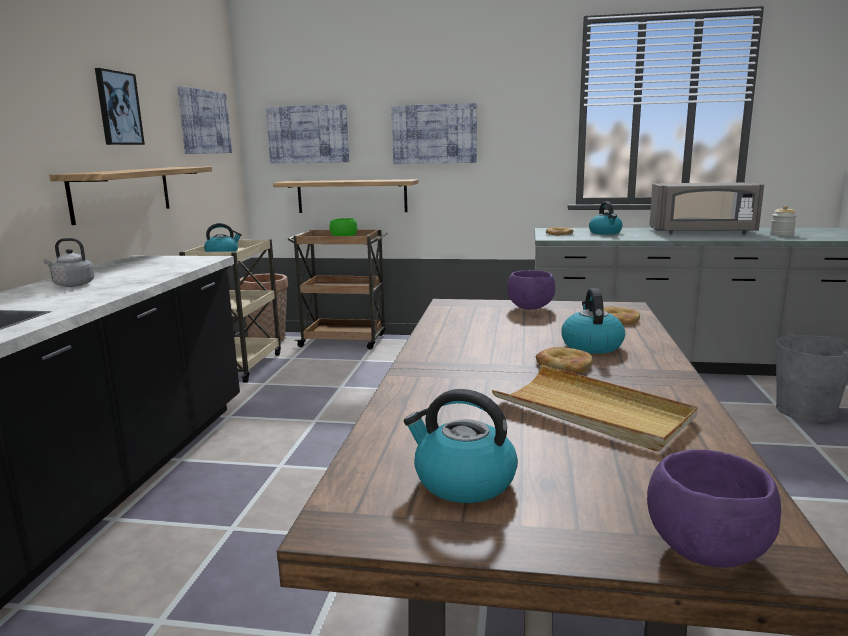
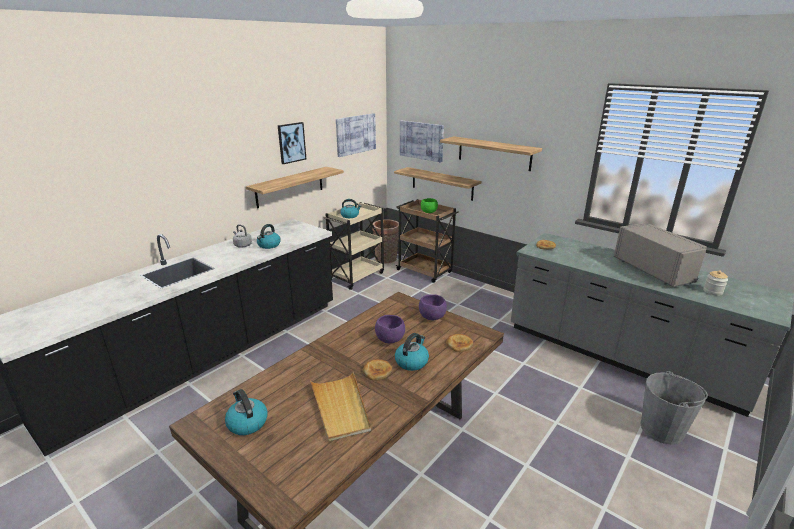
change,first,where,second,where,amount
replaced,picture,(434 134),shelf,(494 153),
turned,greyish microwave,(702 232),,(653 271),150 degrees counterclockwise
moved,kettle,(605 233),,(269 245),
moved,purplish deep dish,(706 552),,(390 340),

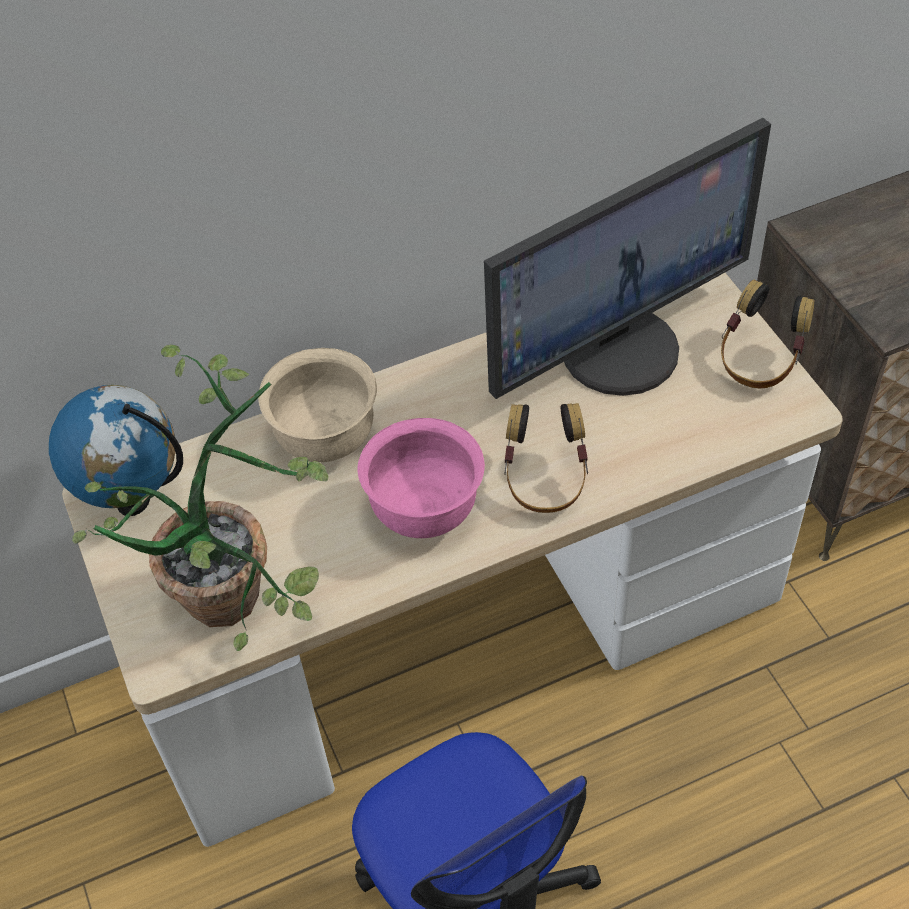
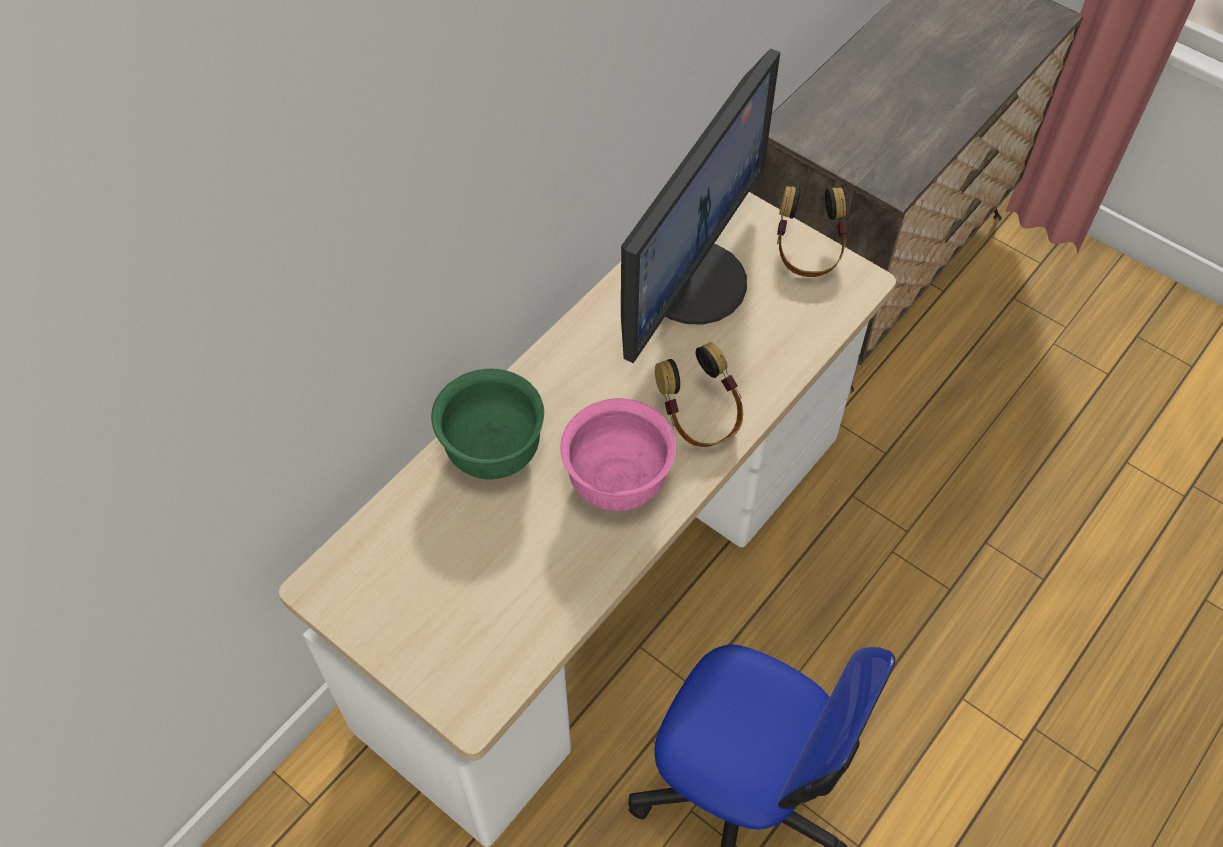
change,first,where,second,where,amount
removed,houseplant,(244 591),,,
recoloured,sand-coloured deep dish,(326 438),green deep dish,(493 451),
removed,desk globe,(133 499),,,

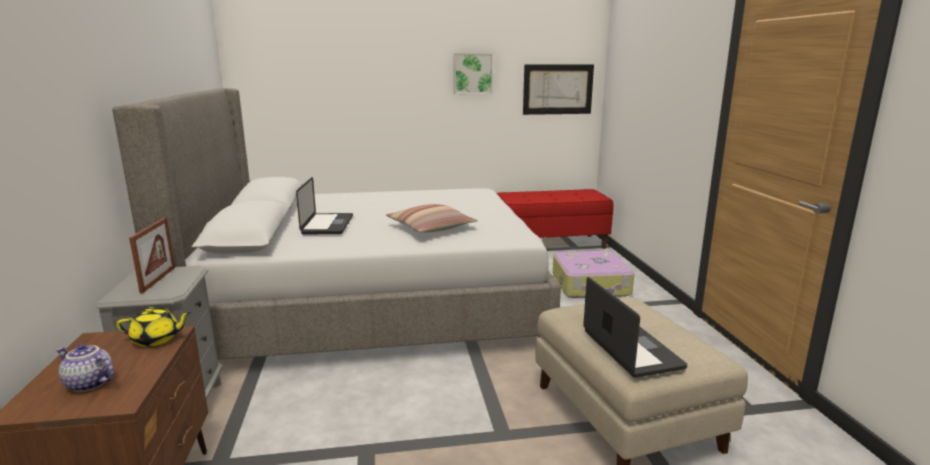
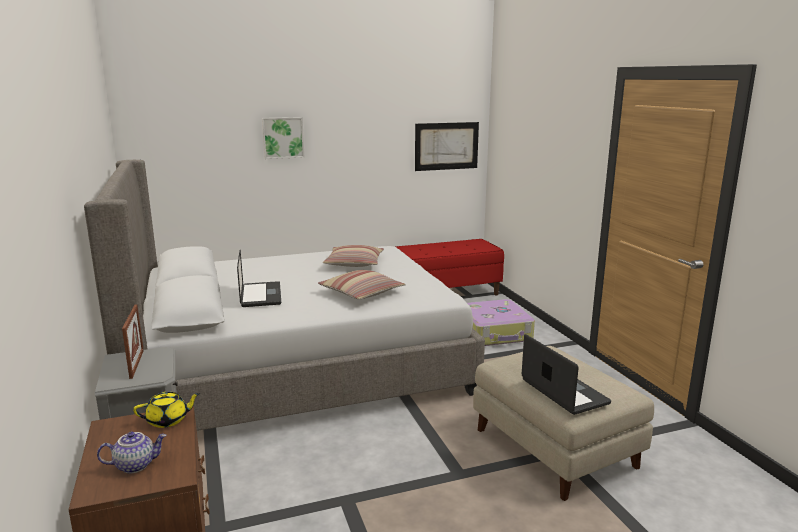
change,first,where,second,where,amount
moved,picture,(472 73),,(283 137),
turned,teapot,(88 384),,(135 465),150 degrees clockwise
added,,,cushion,(354 263),

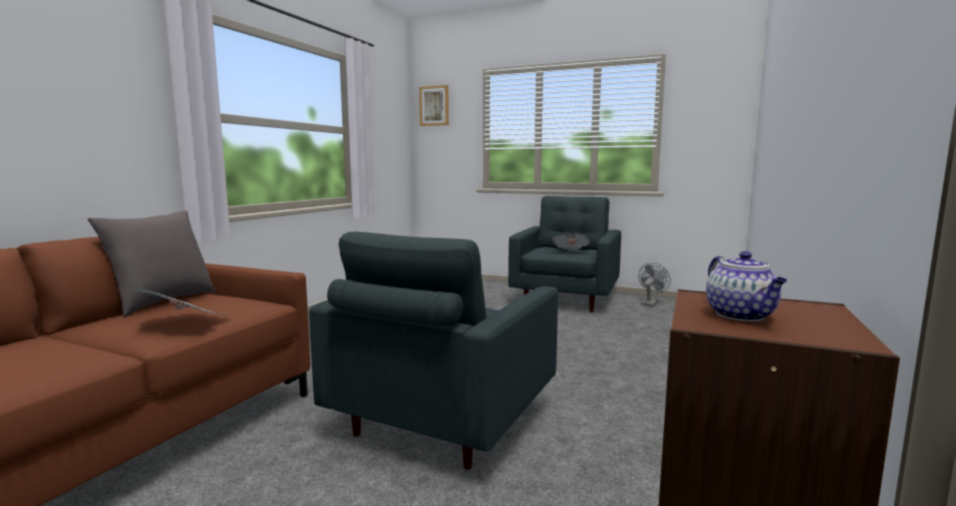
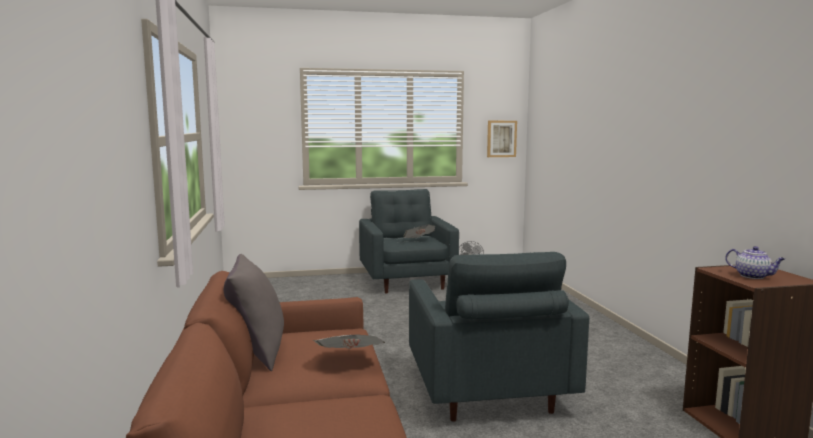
change,first,where,second,where,amount
moved,picture,(434 106),,(501 138),

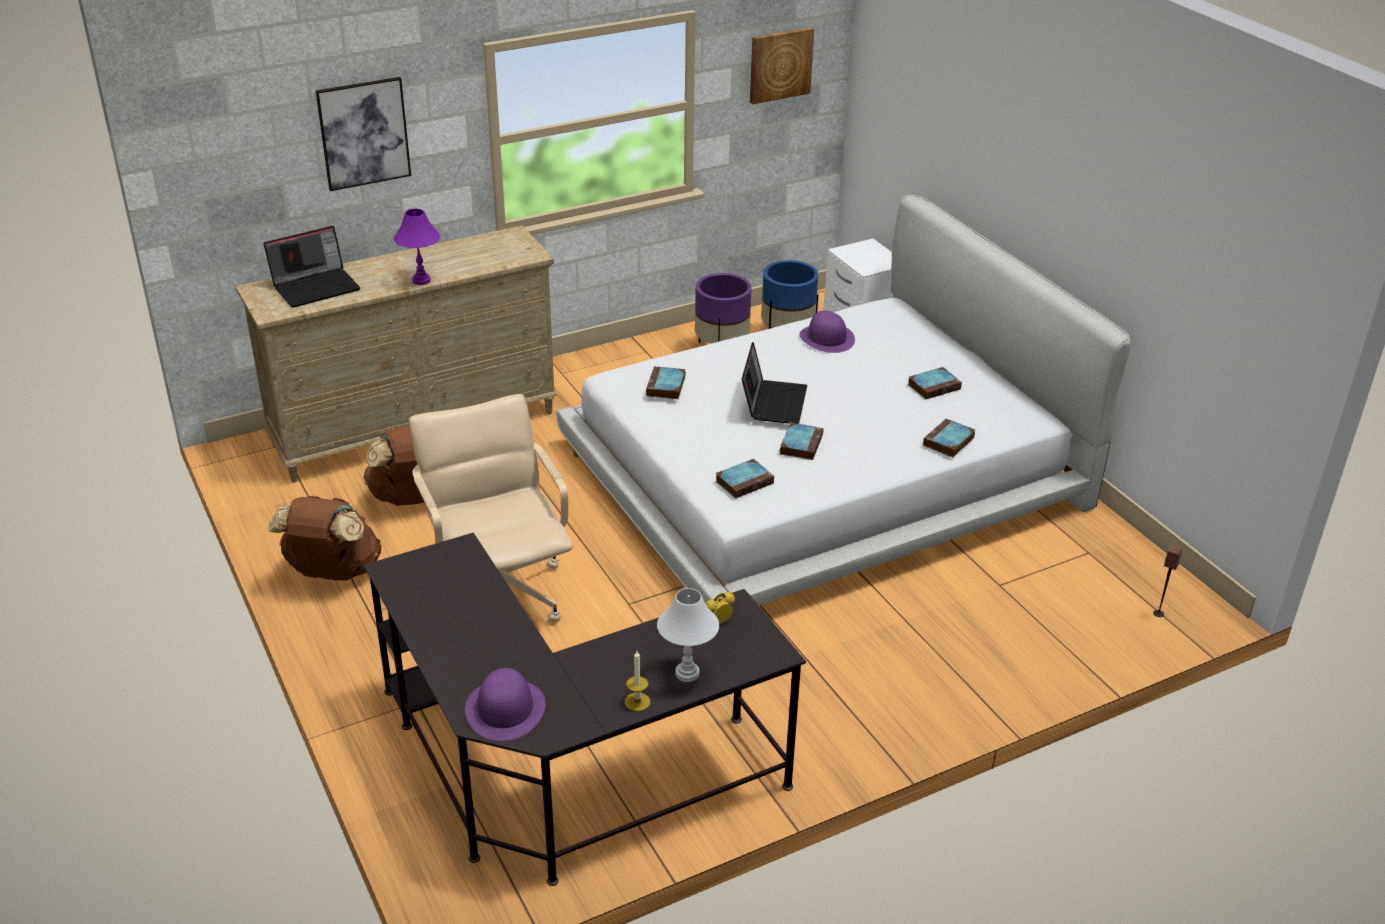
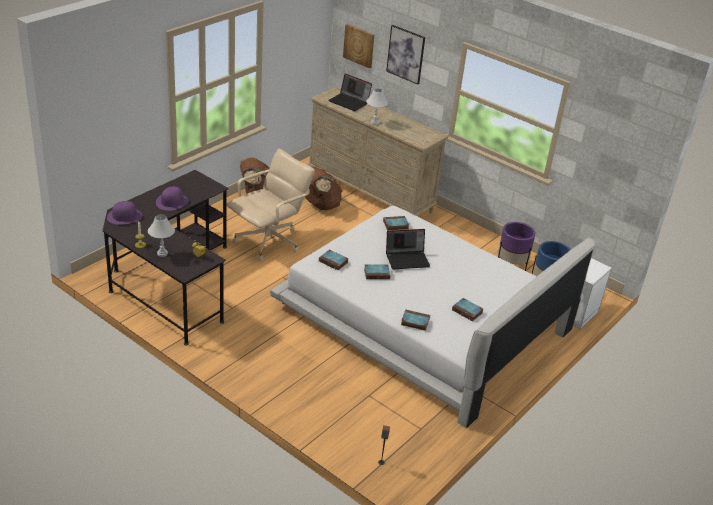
change,first,where,second,where,amount
moved,picture,(780 64),,(359 45),
recoloured,purplish lamp for a table,(421 281),white-coloured lamp for a table,(374 123),
moved,purplish clothing hat,(827 338),,(172 202),

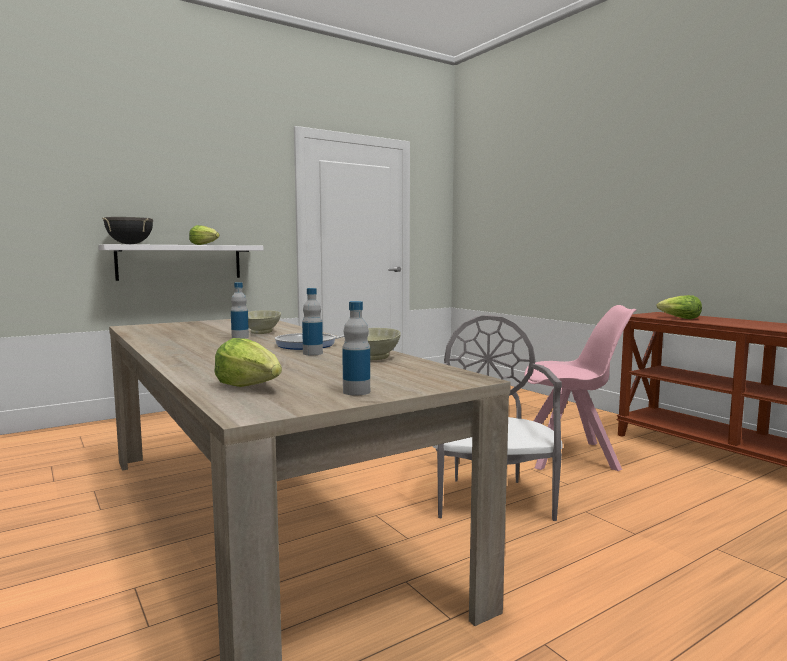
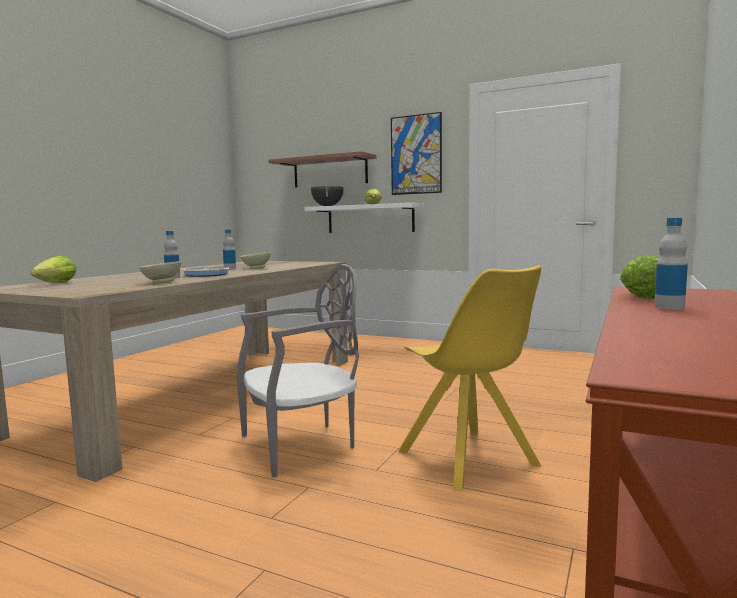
change,first,where,second,where,amount
moved,bottle,(356 392),,(669 307),
recoloured,pink-coloured plain chair,(571 456),yellow plain chair,(469 460),
added,,,picture,(416 154),
added,,,shelf,(330 172),

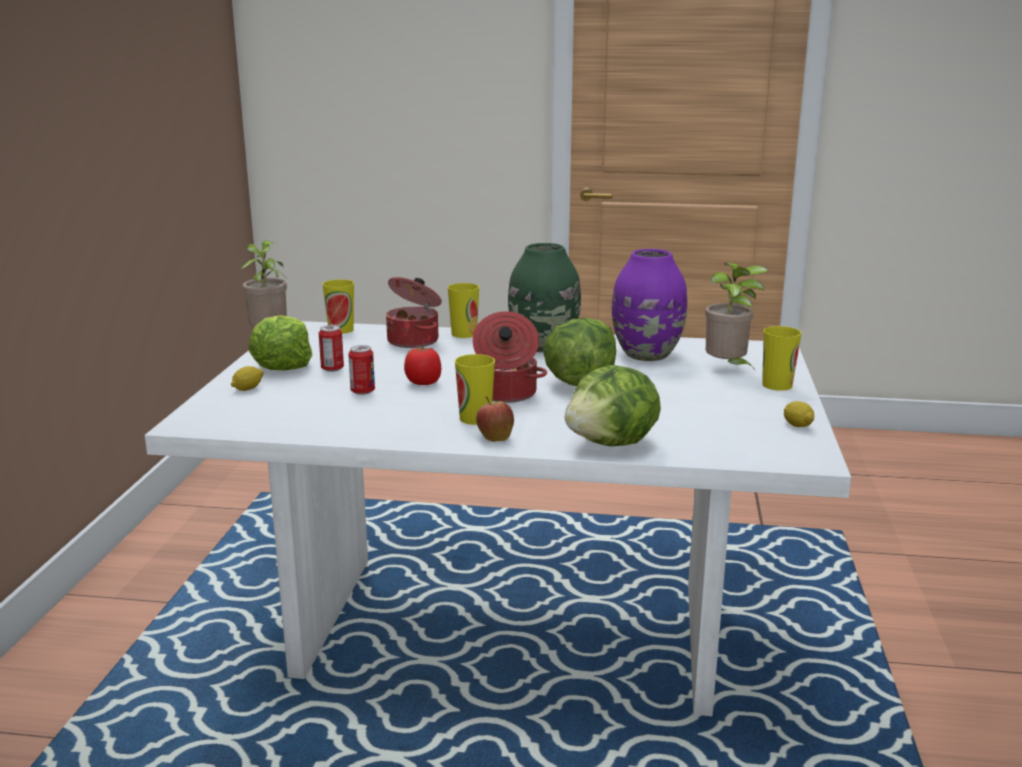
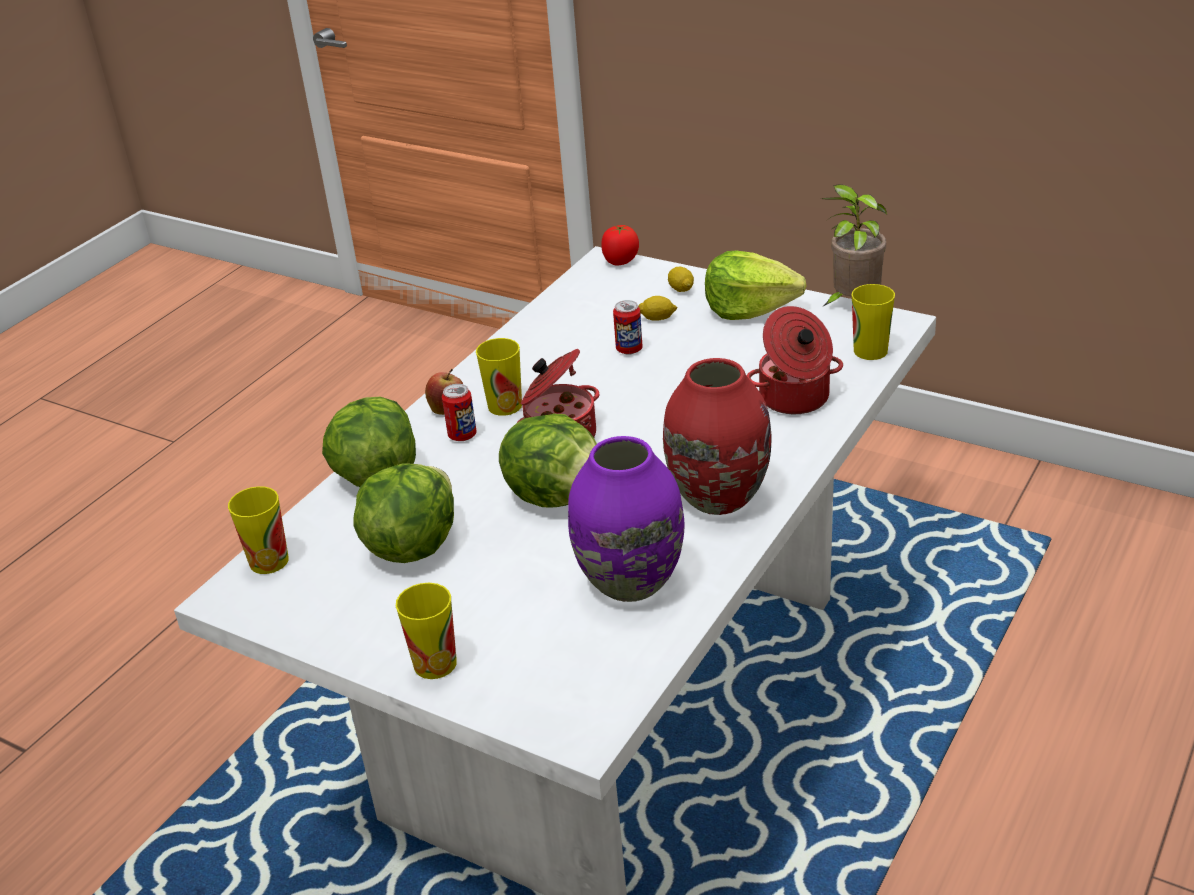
change,first,where,second,where,amount
recoloured,green flower vase,(543 346),reddish flower vase,(717 497),
removed,houseplant,(728 369),,,
moved,drinking cup,(464 334),,(269 561),
moved,metal can,(332 369),,(462 435),
moved,fresh tomato,(423 383),,(620 261),
moved,lemon,(797 425),,(657 318),
added,,,lettuce head,(411 545),

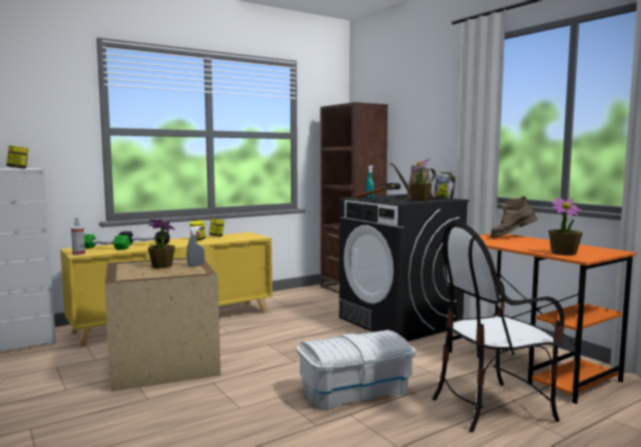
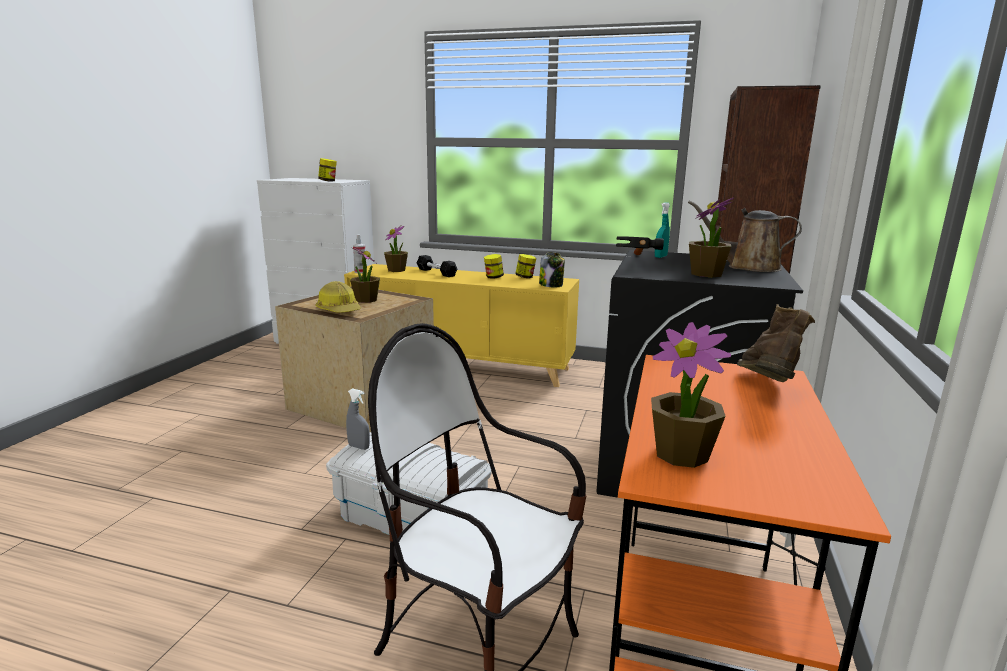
change,first,where,second,where,amount
moved,jar,(443 198),,(551 285),
turned,brown tall boot,(512 237),,(766 388),60 degrees clockwise
moved,greyish sprayer,(196 265),,(359 447),
replaced,green hand weight,(105 248),houseplant,(396 270),
added,,,hard hat,(339 310),

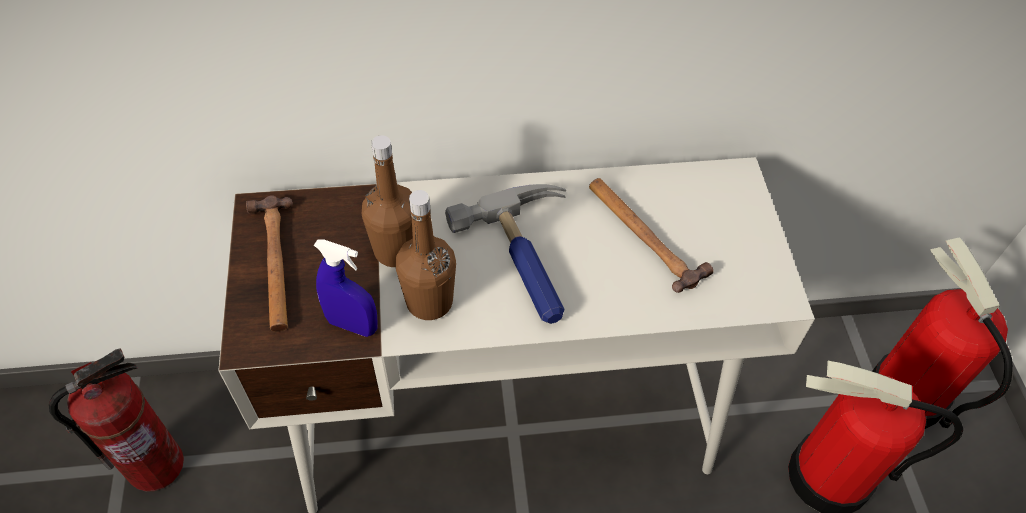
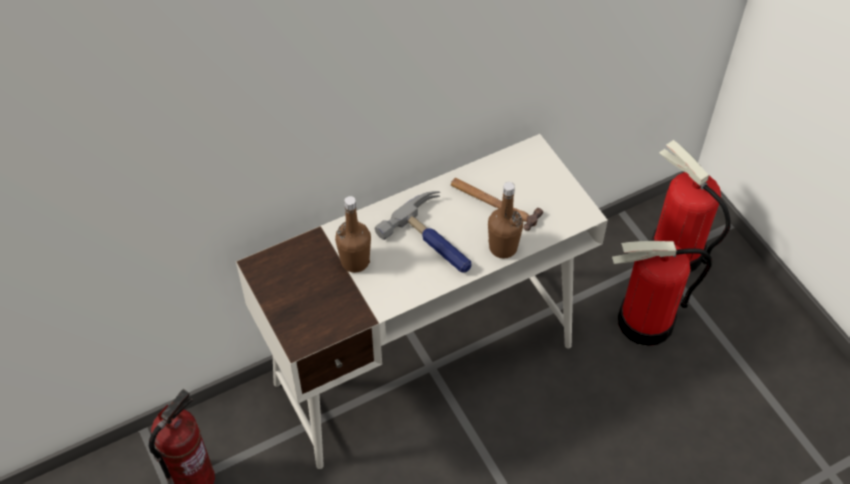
change,first,where,second,where,amount
moved,brown bottle,(429 302),,(503 247),
removed,hand hammer,(274 264),,,
removed,blue sprayer,(352 325),,,

